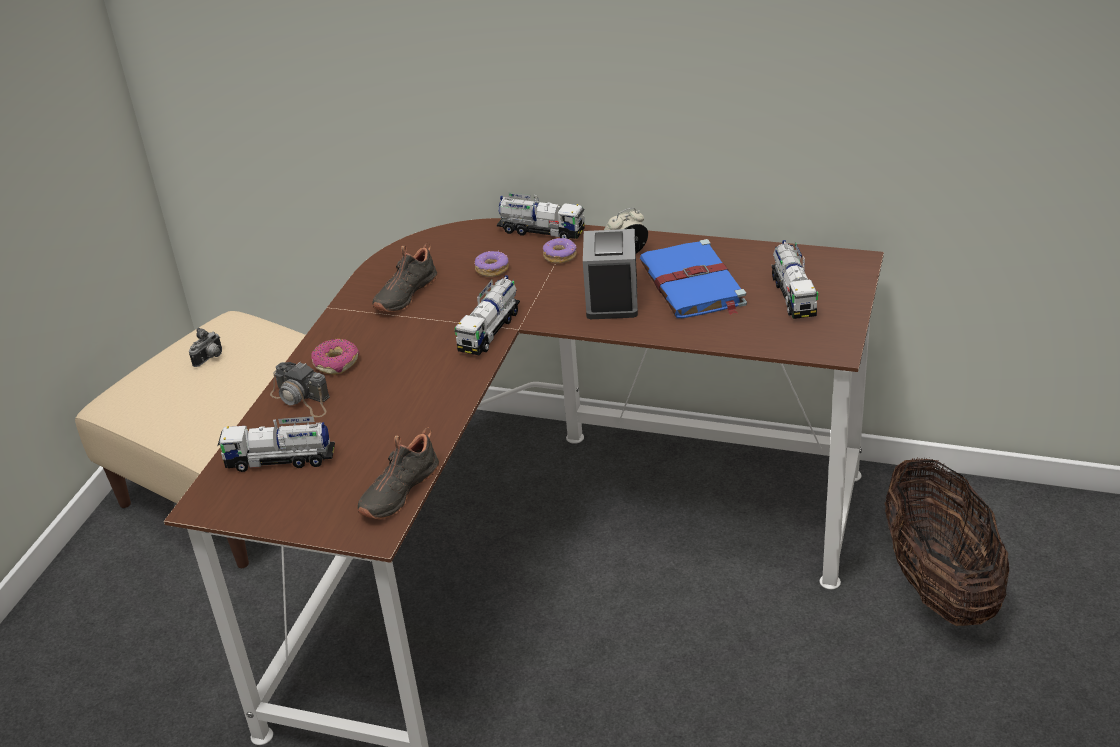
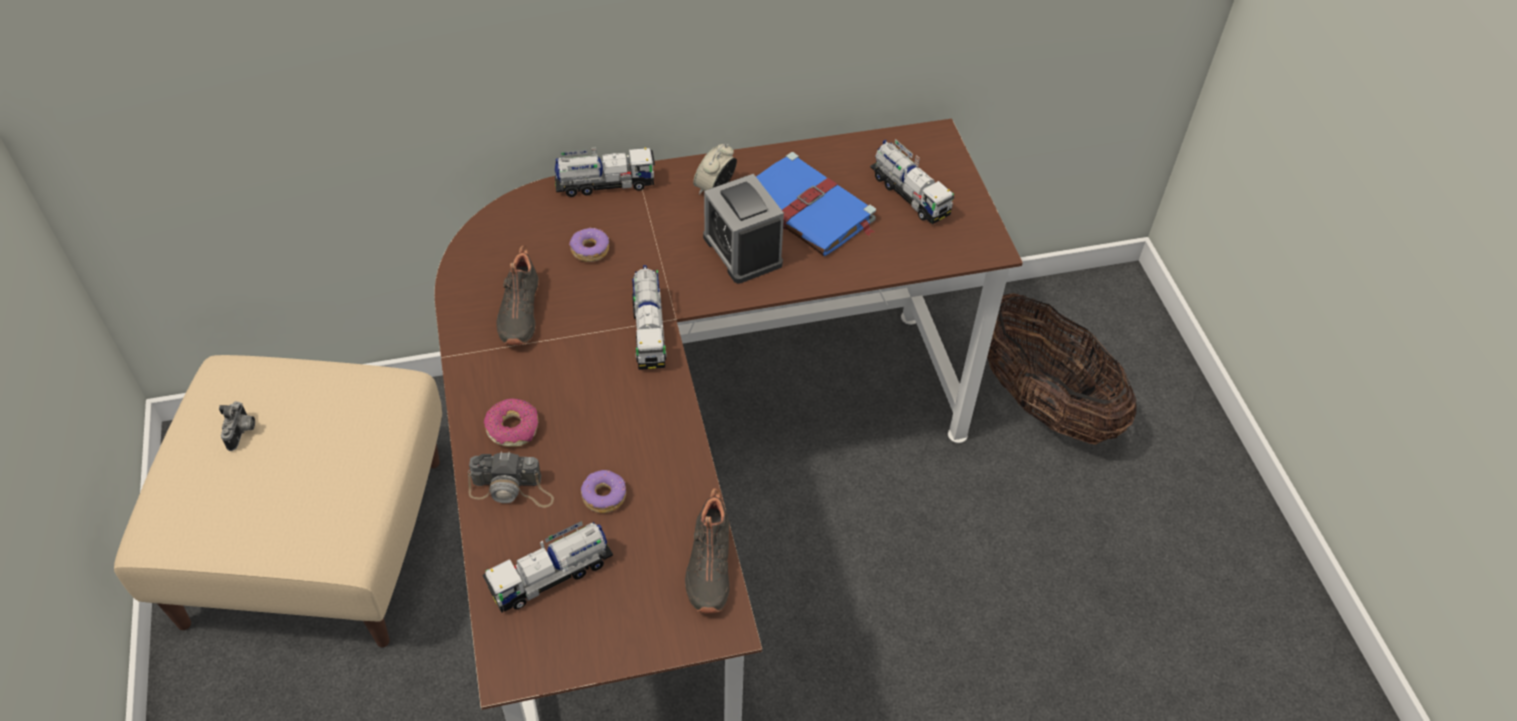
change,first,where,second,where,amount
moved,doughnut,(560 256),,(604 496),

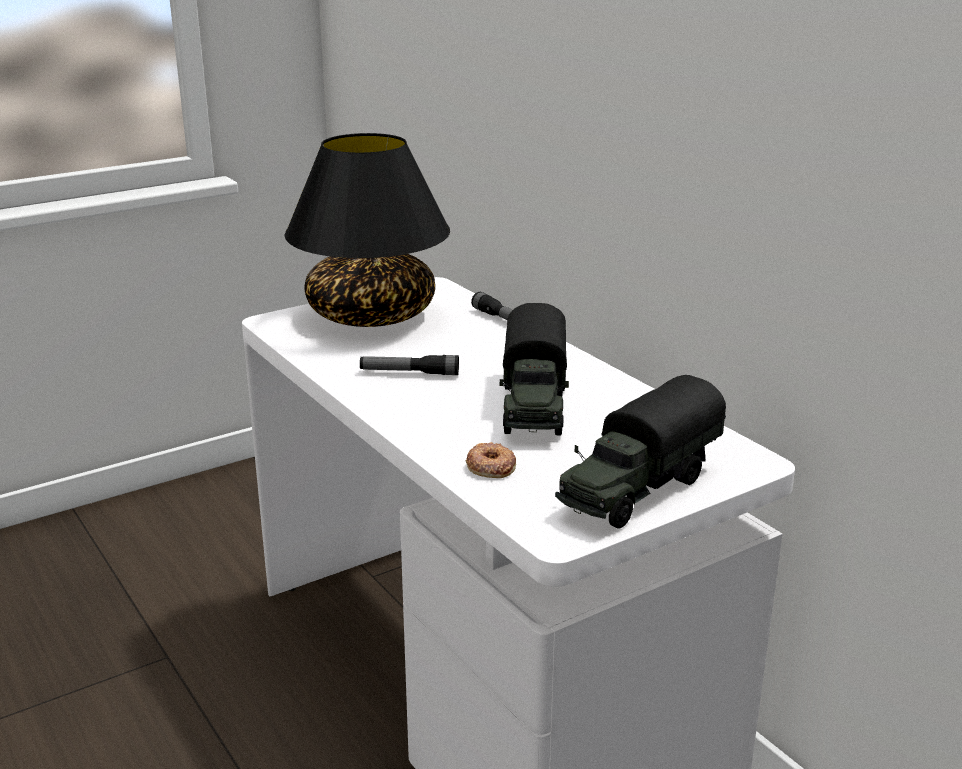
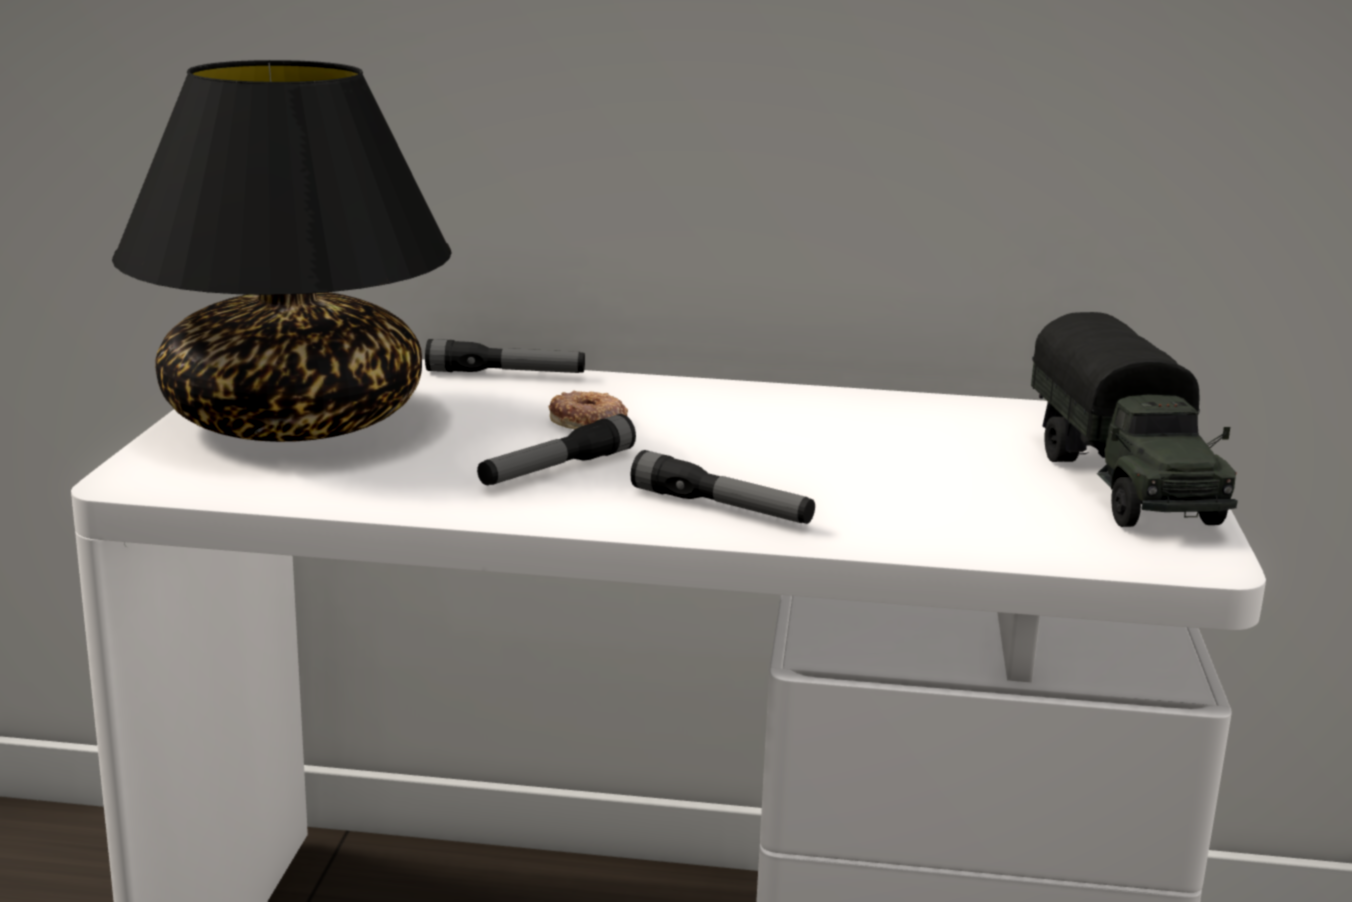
change,first,where,second,where,amount
removed,model truck,(534 406),,,
moved,doughnut,(490 466),,(587 421),
added,,,hand torch,(721 508),

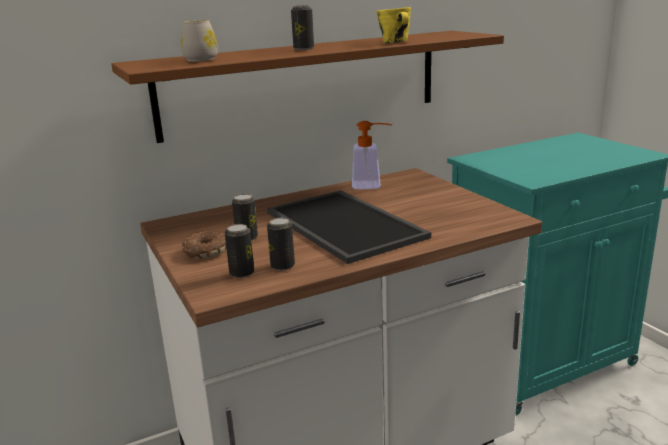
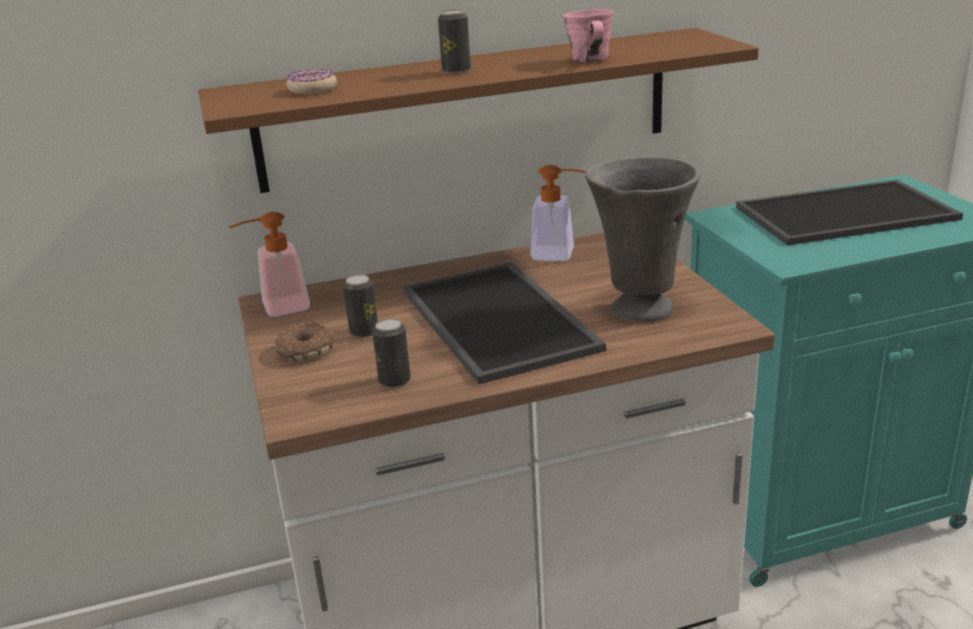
change,first,where,second,where,amount
recoloured,yellow tea mug,(395 42),pink-coloured tea mug,(590 60),
replaced,white-coloured tea mug,(203 59),doughnut,(312 89),
removed,metal can,(242 273),,,
added,,,greyish flower vase,(639 309),
added,,,serving tray,(845 214),
added,,,soap bottle,(277 309),

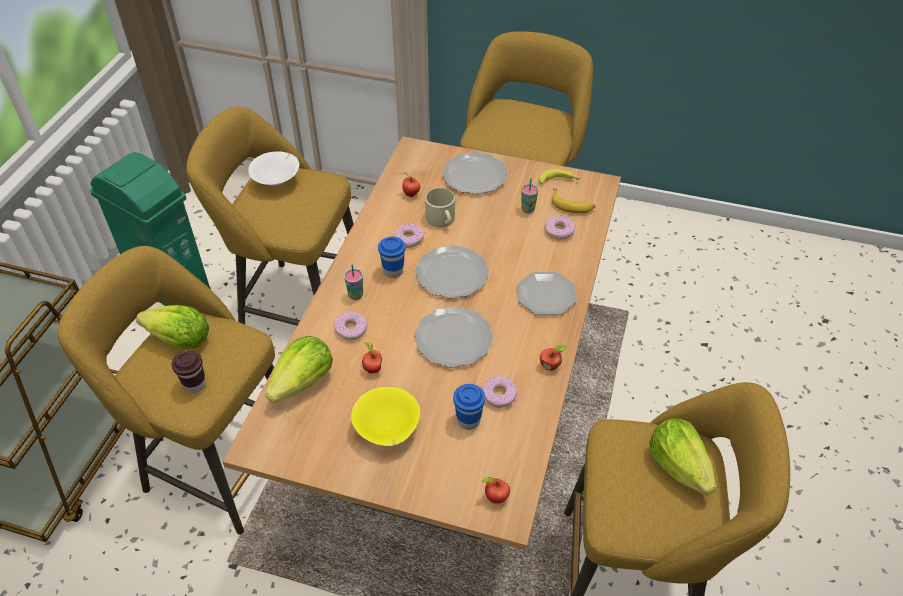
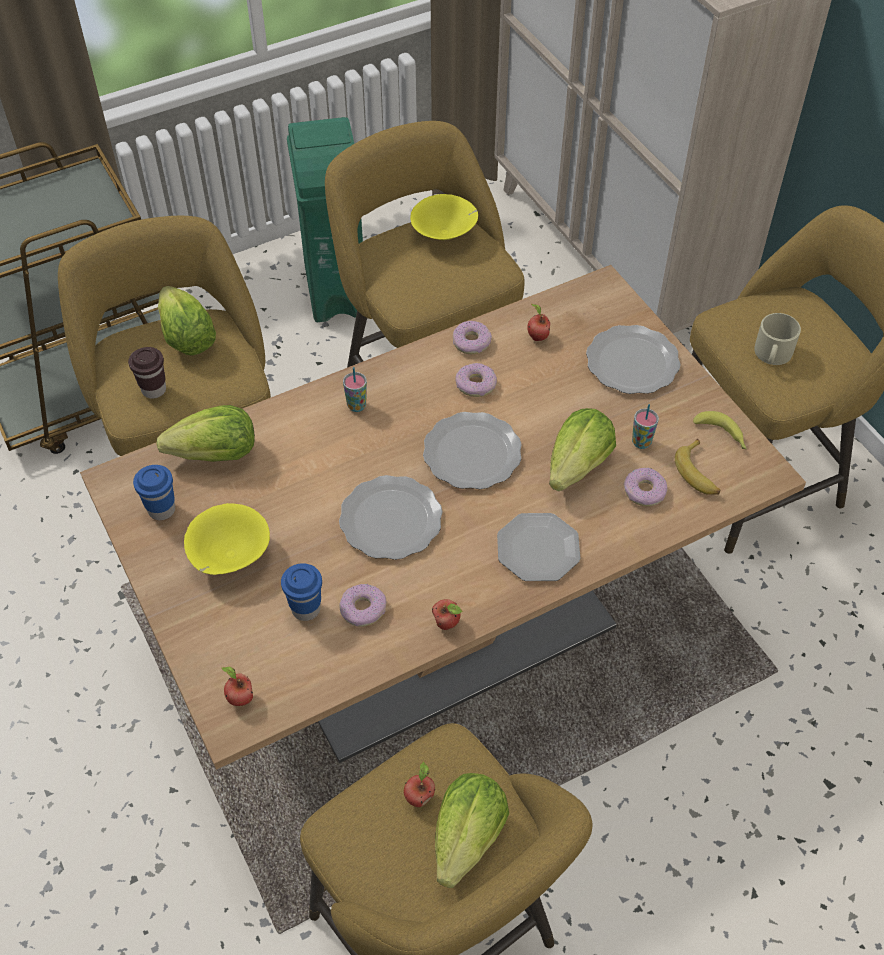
change,first,where,second,where,amount
recoloured,white-coloured deep dish,(277 181),yellow deep dish,(445 235),
moved,sand-coloured tea mug,(442 220),,(772 354),
moved,blue drinking cup,(393 271),,(161 510),
moved,doughnut,(351 329),,(472 342),
moved,apple fruit,(372 369),,(419 796),
added,,,lettuce head,(578 466),

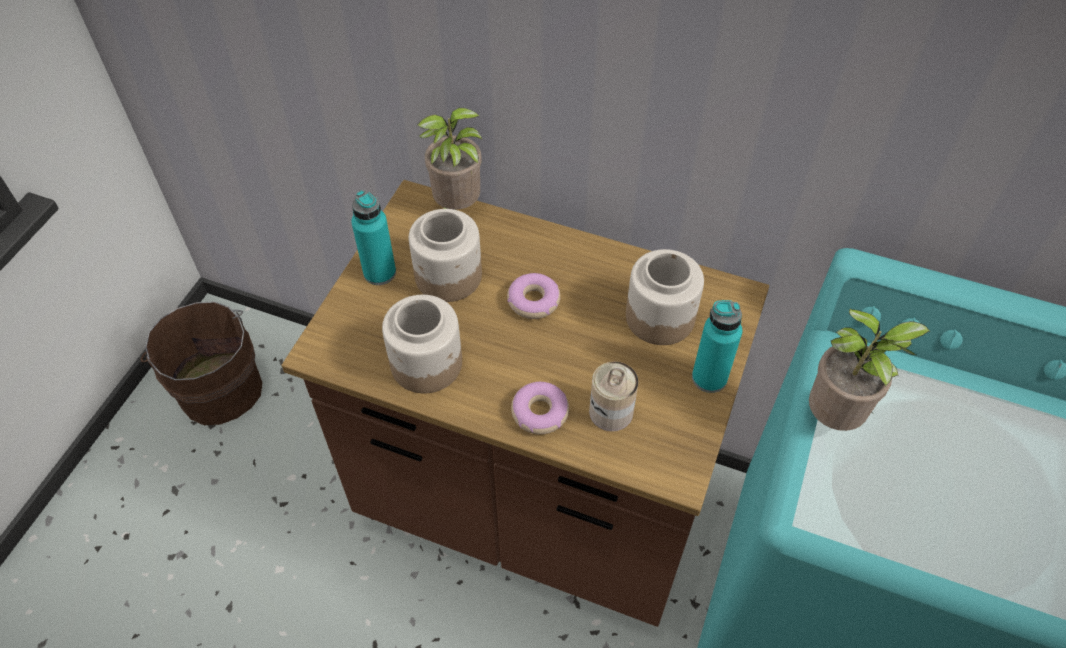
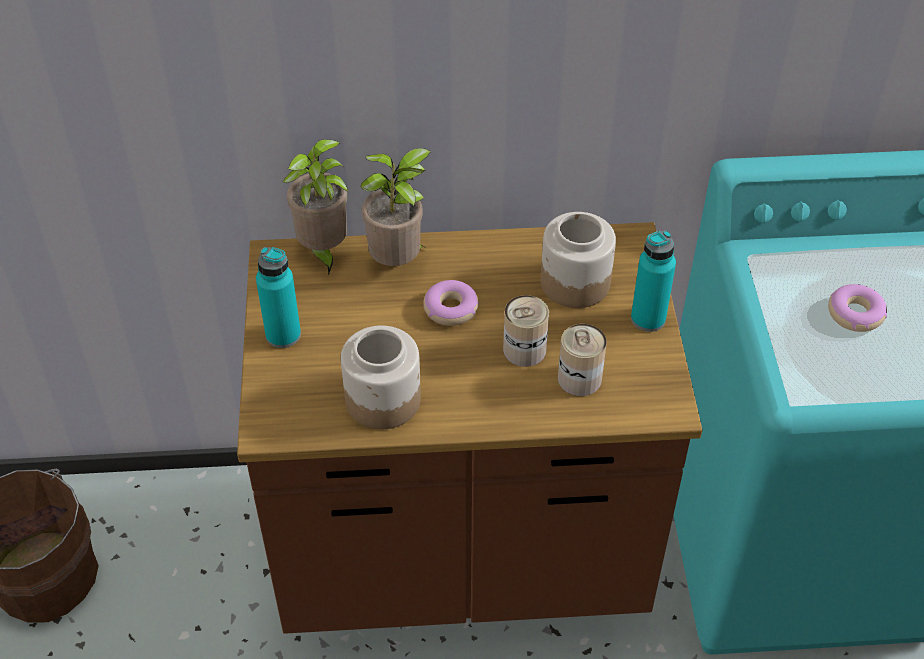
change,first,where,second,where,amount
removed,jar,(448 277),,,
moved,houseplant,(836 418),,(399 262),
moved,doughnut,(539 413),,(855 314),
added,,,metal can,(524 350),

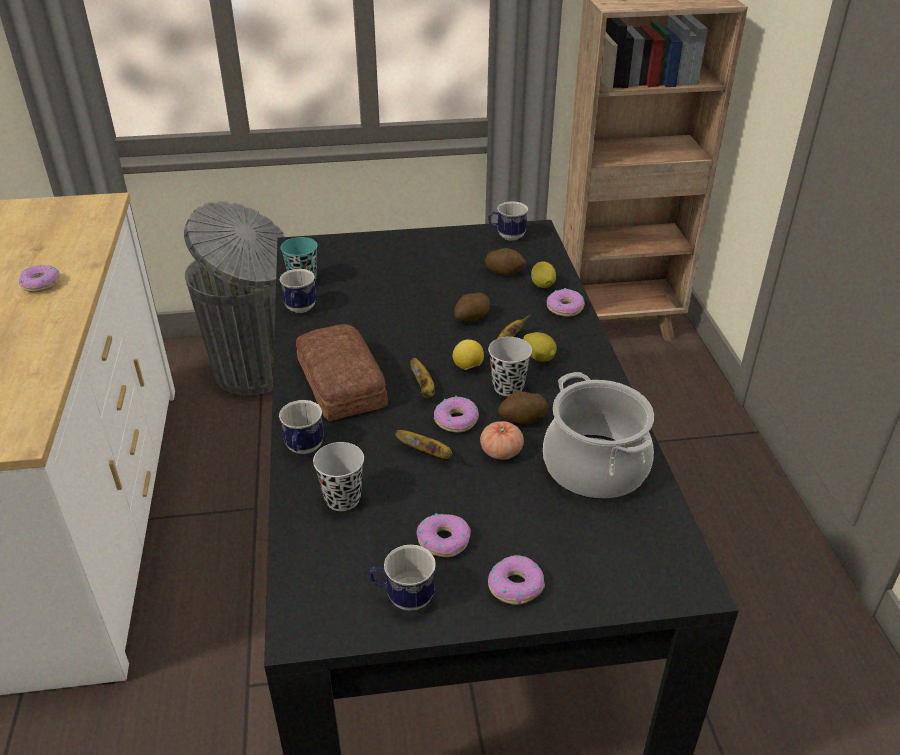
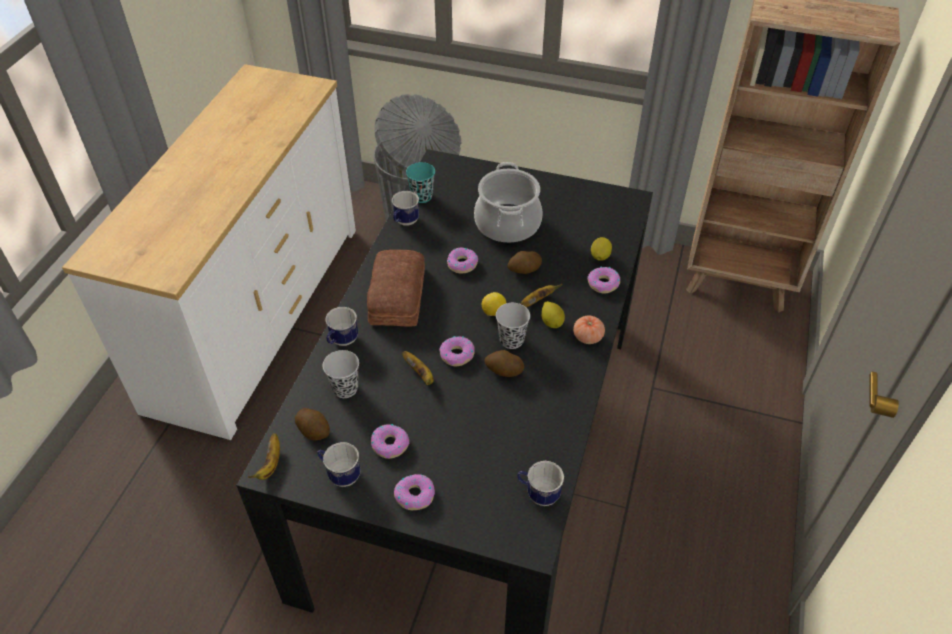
change,first,where,second,where,amount
moved,tea mug,(507 236),,(538 494),
moved,spud,(505 272),,(314 431),
moved,doughnut,(40 284),,(462 264),
moved,whole banana,(423 388),,(270 464),
moved,saucepot,(596 467),,(508 224),
moved,fresh tomato,(501 451),,(588 337),

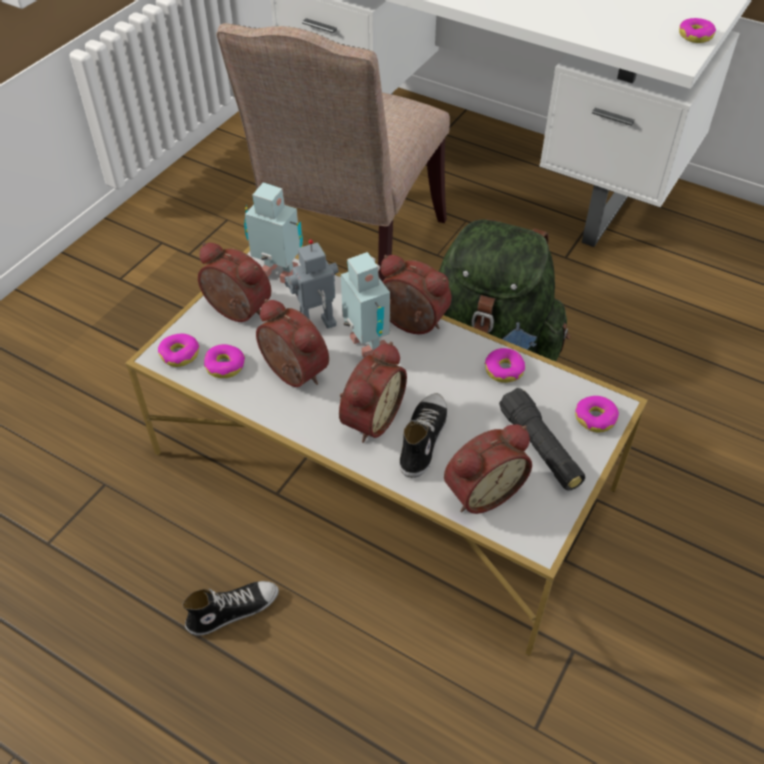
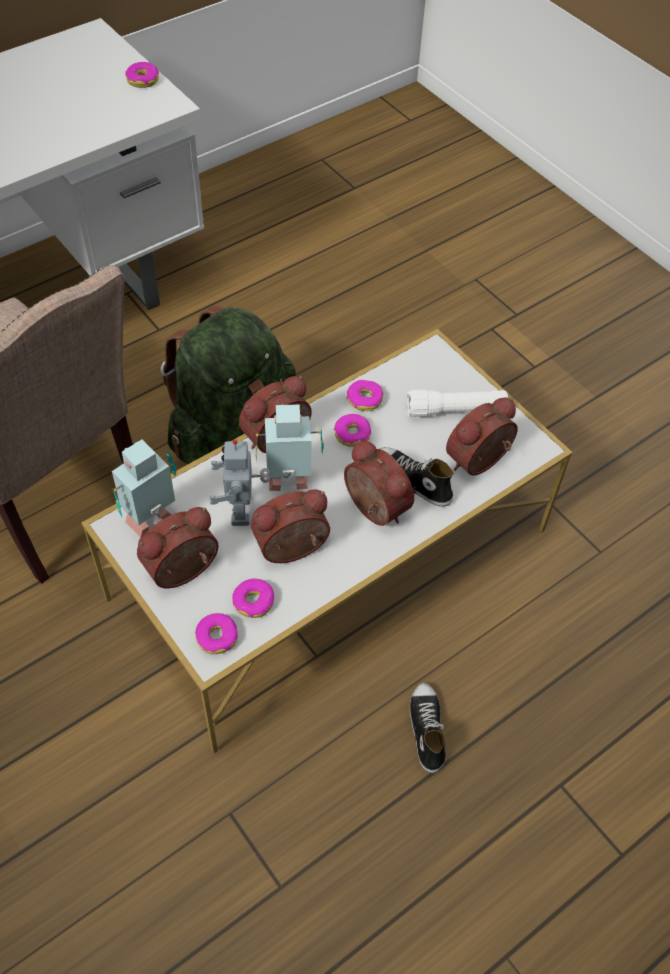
change,first,where,second,where,amount
recoloured,black hand torch,(540 448),white-coloured hand torch,(455 410),
moved,doughnut,(595 418),,(352 434),
turned,alarm clock,(481 490),,(480 462),120 degrees counterclockwise

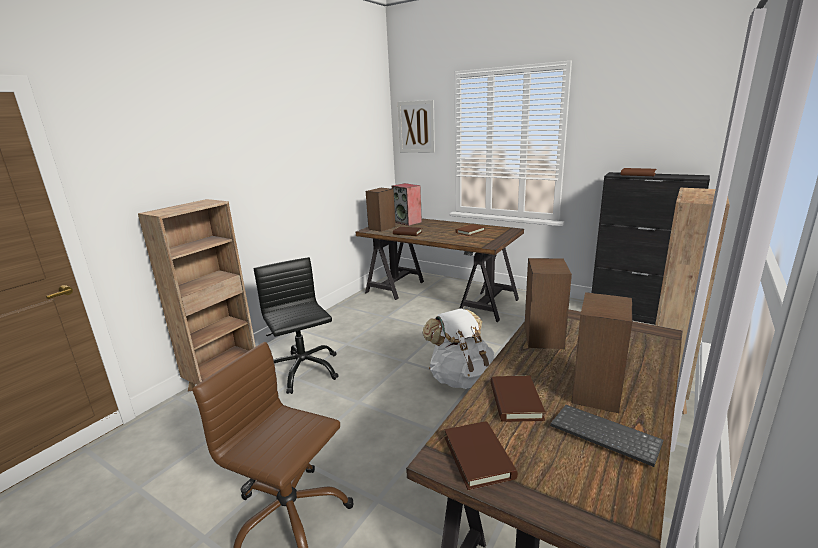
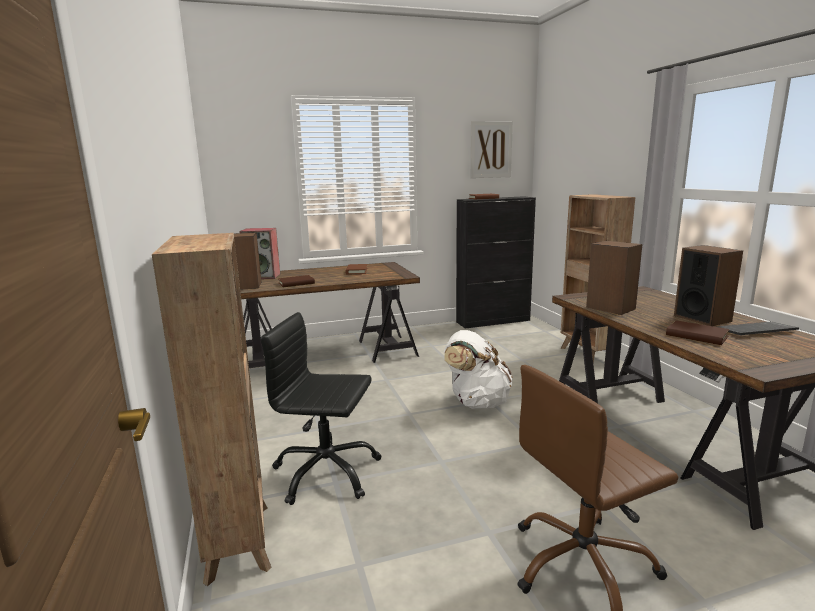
change,first,where,second,where,amount
moved,picture,(416 127),,(490 149),
removed,brown bound book,(478 457),,,

